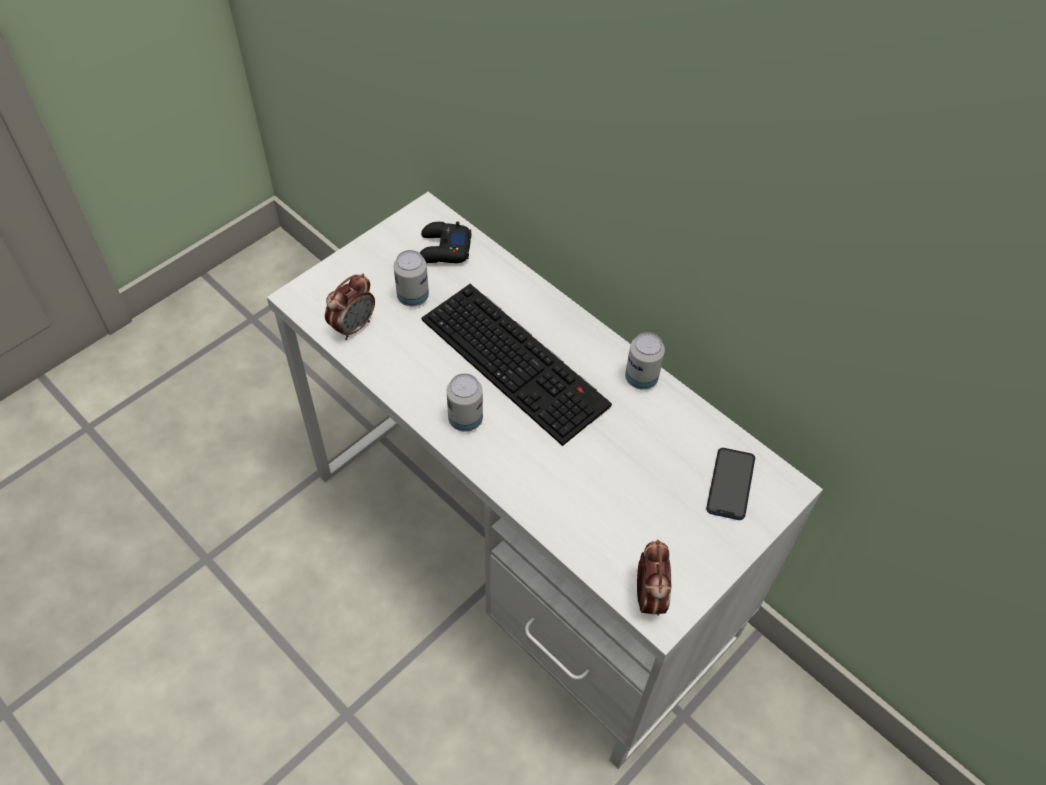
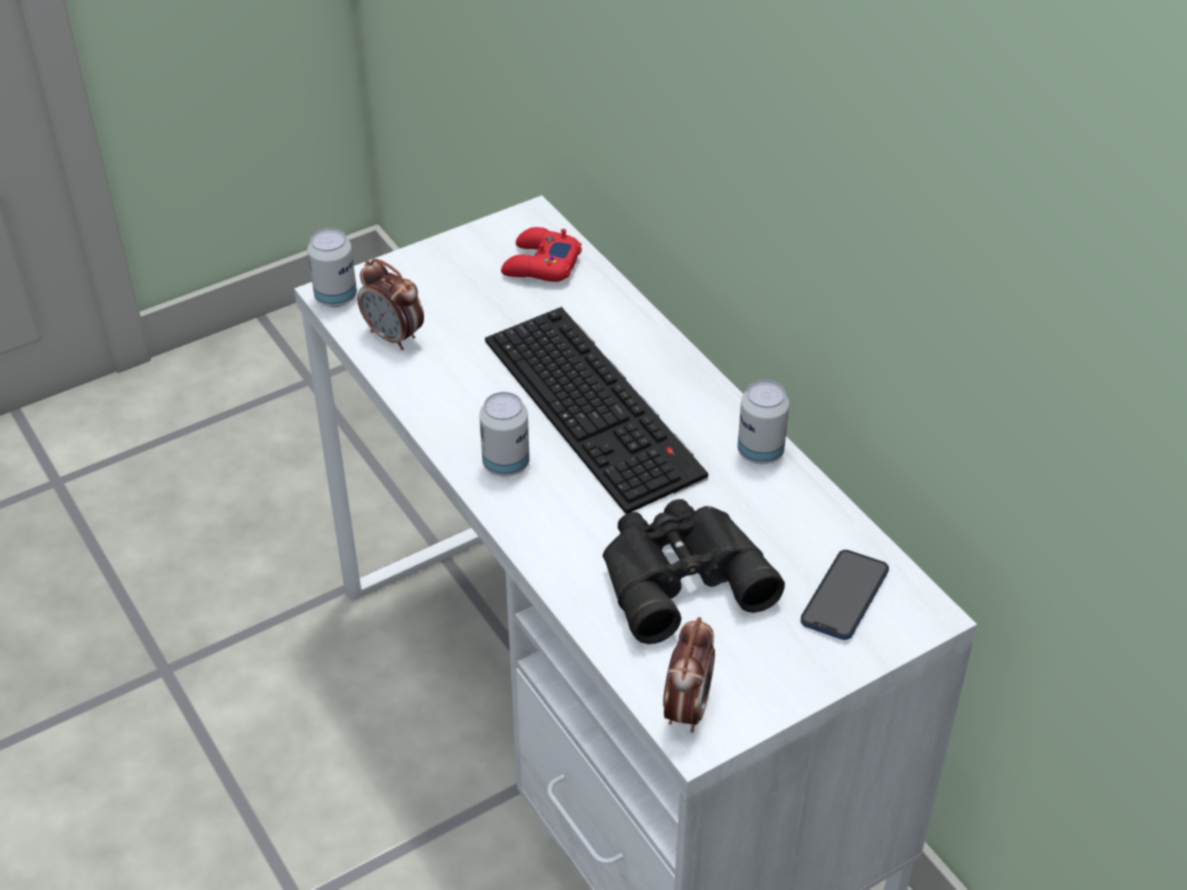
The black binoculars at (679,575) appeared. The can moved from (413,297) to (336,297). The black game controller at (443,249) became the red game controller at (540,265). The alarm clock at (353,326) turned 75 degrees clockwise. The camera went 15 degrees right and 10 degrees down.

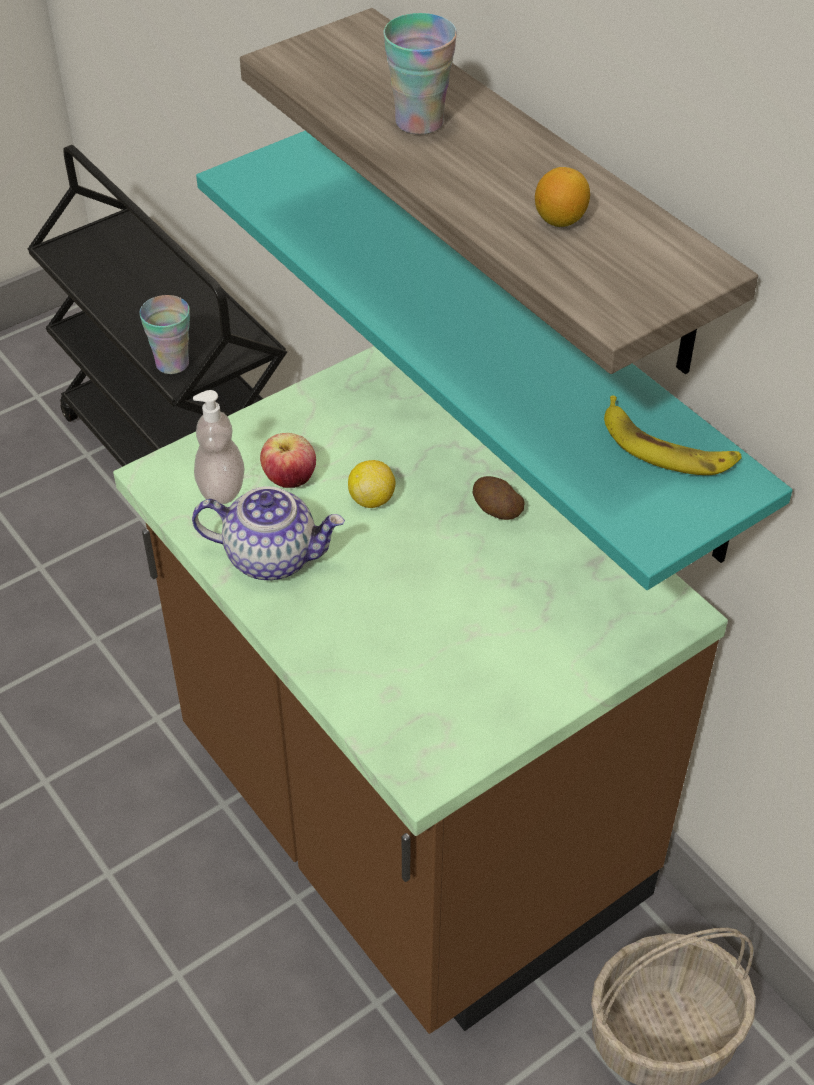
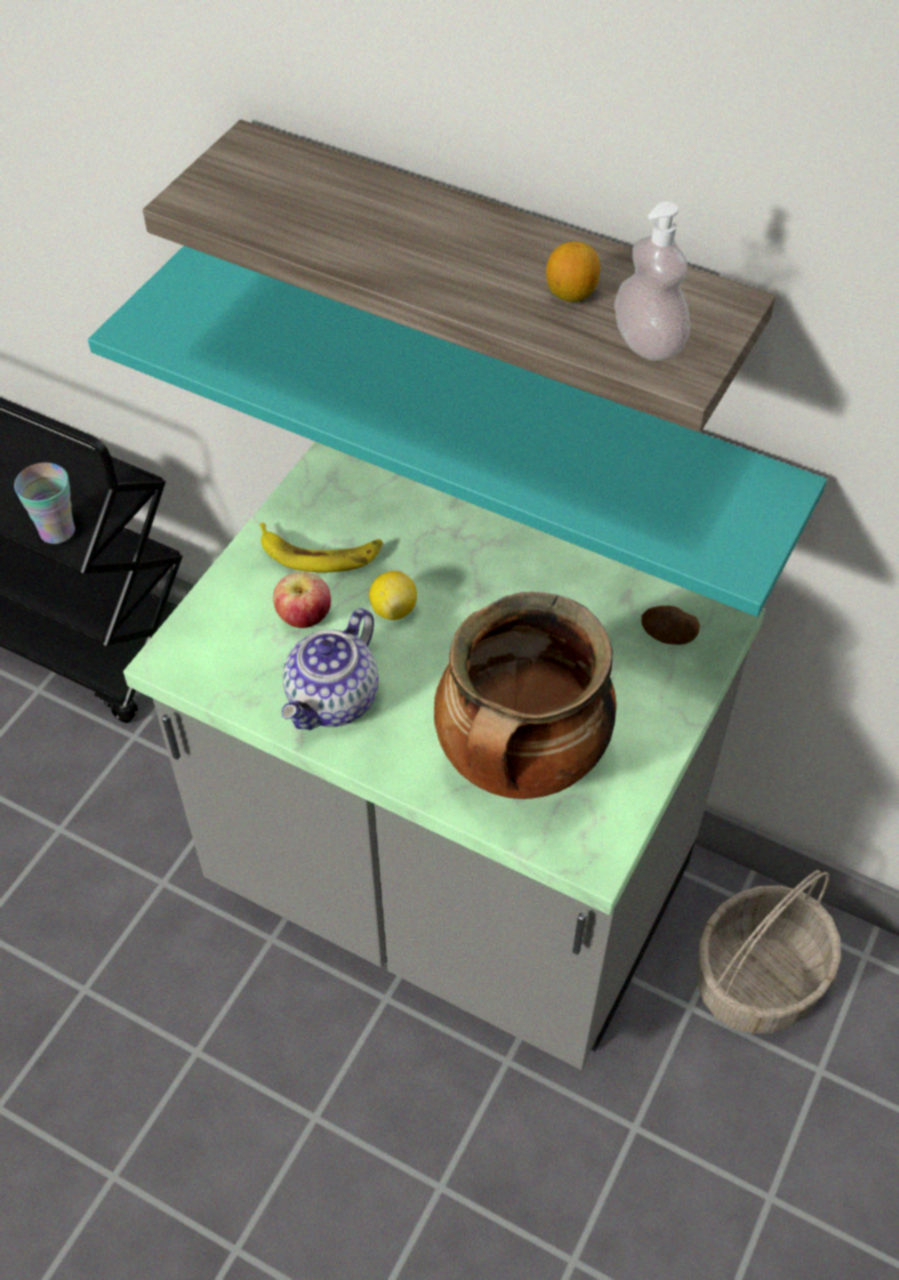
The cup at (419,122) disappeared. The cooking pot at (521,766) appeared. The soap dispenser moved from (221,489) to (648,343). The potato moved from (496,510) to (668,636). The banana moved from (666,447) to (320,553). The brown counter at (407,823) became the grey counter at (449,886). The teapot at (272,556) turned 135 degrees clockwise. The camera went 25 degrees left and 5 degrees up.

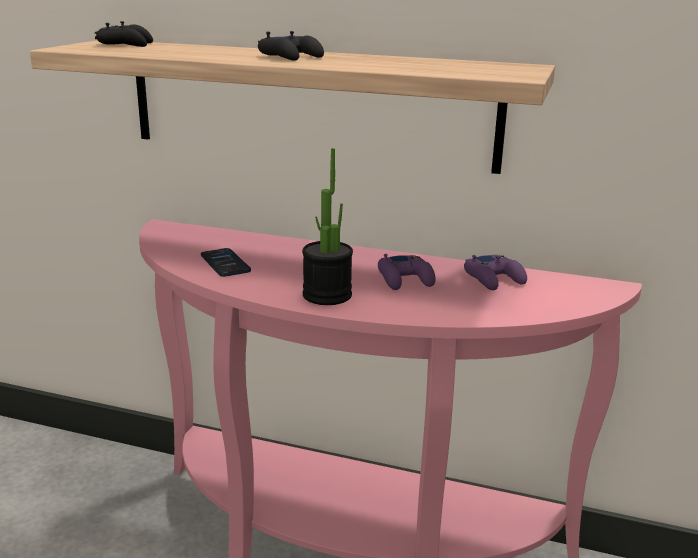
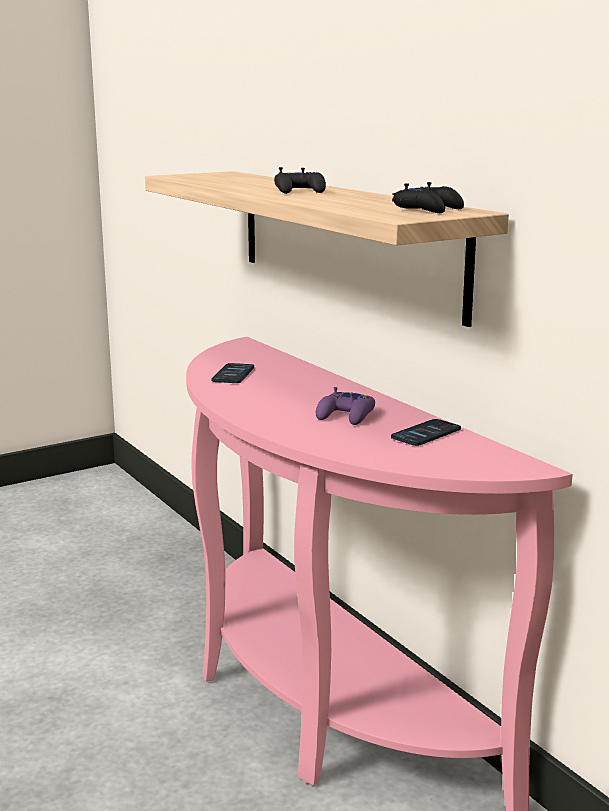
The potted plant at (327,295) disappeared. The black game controller moved from (126,44) to (428,209). The purple game controller at (494,279) was replaced by the phone at (426,434). The camera went 40 degrees right and 5 degrees down.

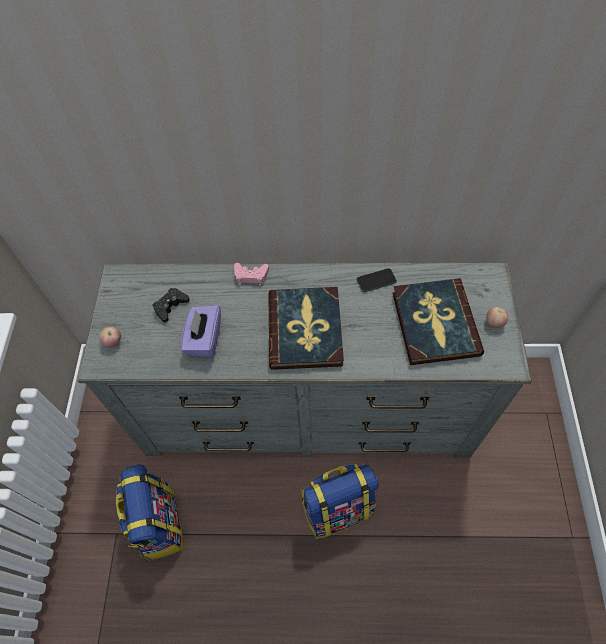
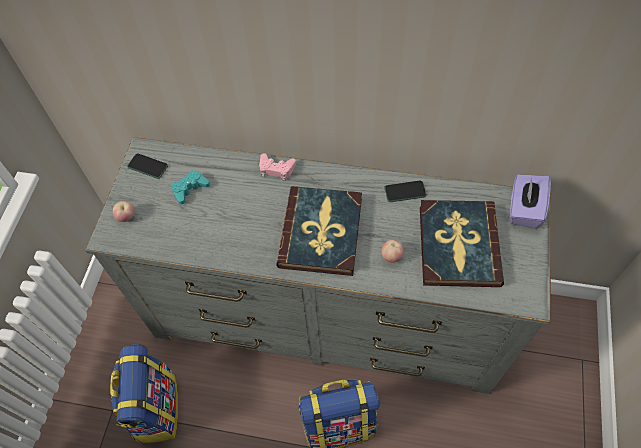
The phone at (148,166) appeared. The purple tissue box moved from (204,339) to (524,209). The apple moved from (494,323) to (391,256). The black game controller at (171,306) became the turquoise game controller at (190,189). The camera went 10 degrees right and 0 degrees up.

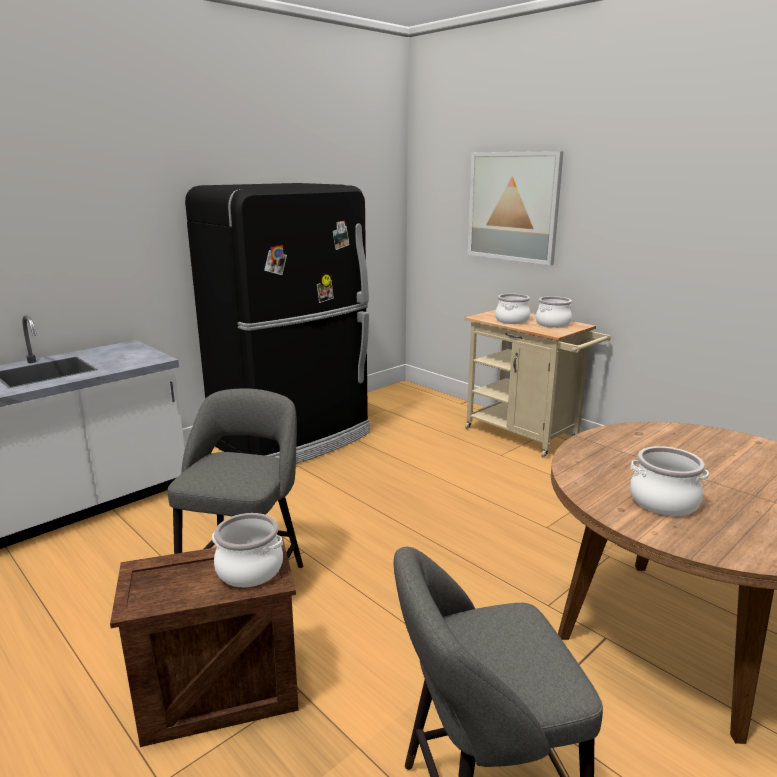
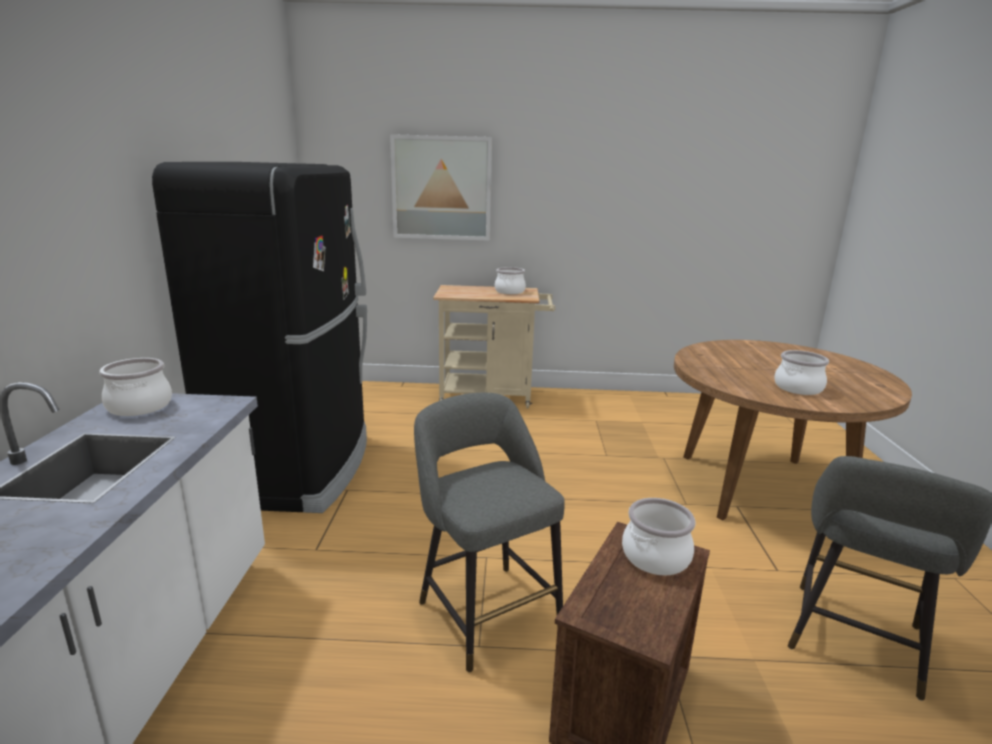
The cooking pot moved from (511,320) to (139,406). The camera went 45 degrees left and 0 degrees up.

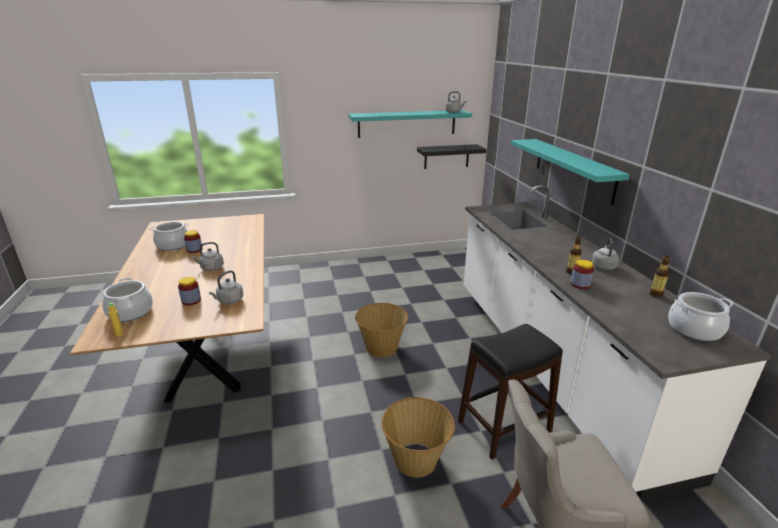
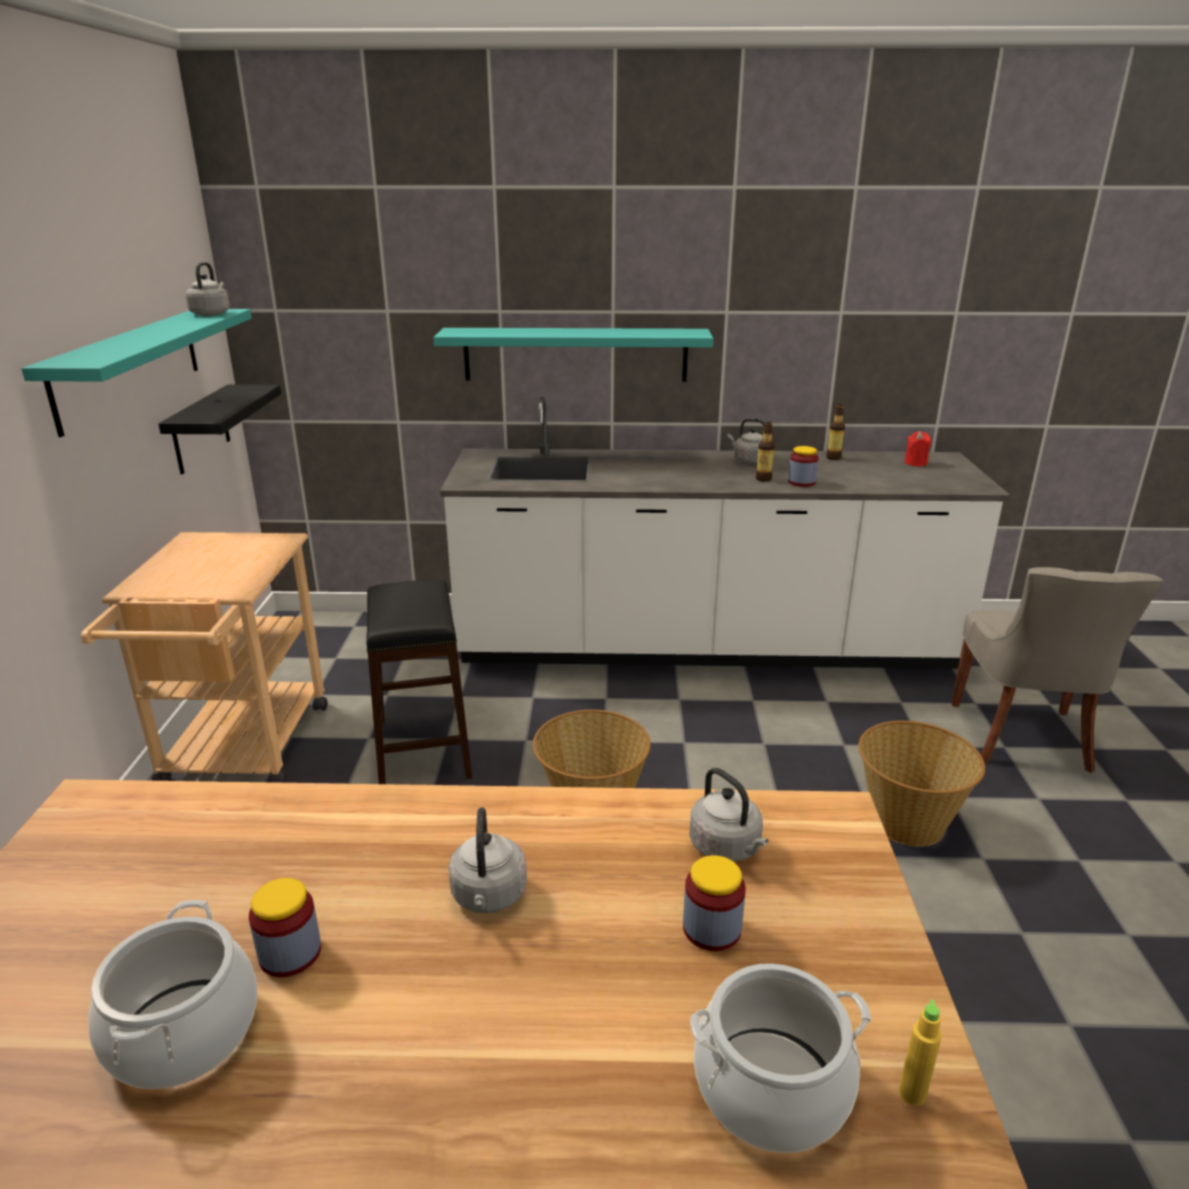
The beige cart at (241,753) appeared. The black stool moved from (505,426) to (424,747). The cooking pot at (694,329) was replaced by the red candle at (915,463). The camera went 75 degrees left and 0 degrees up.

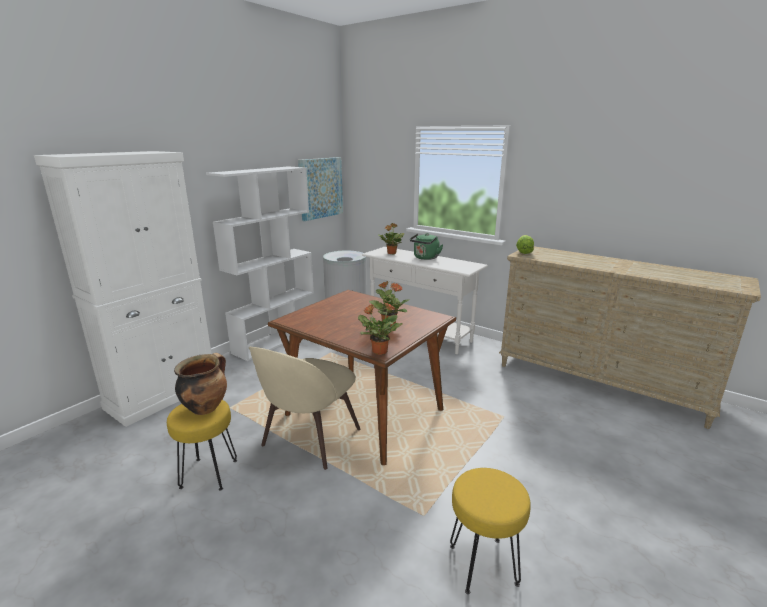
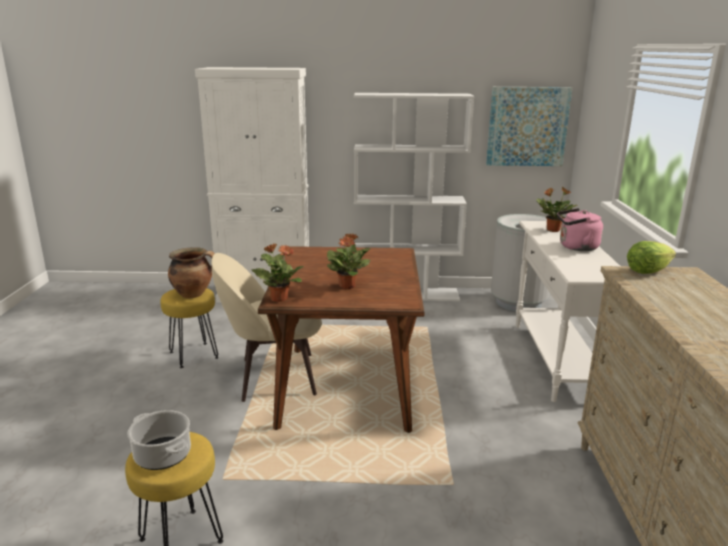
The cooking pot at (163,455) appeared. The green kettle at (425,258) became the pink kettle at (576,247). The camera went 55 degrees right and 0 degrees up.

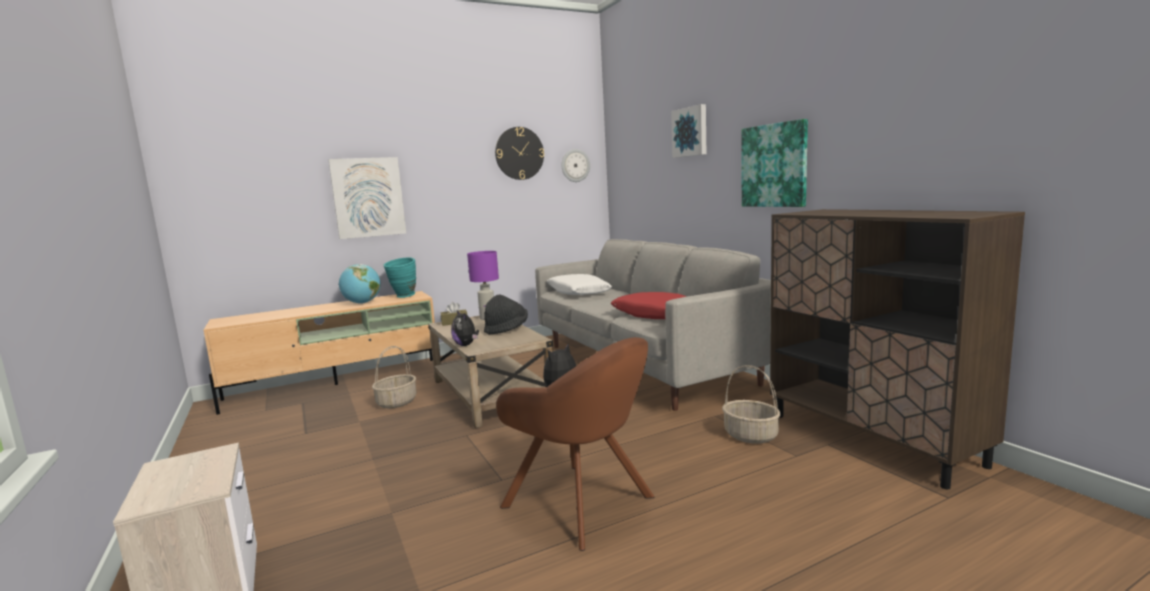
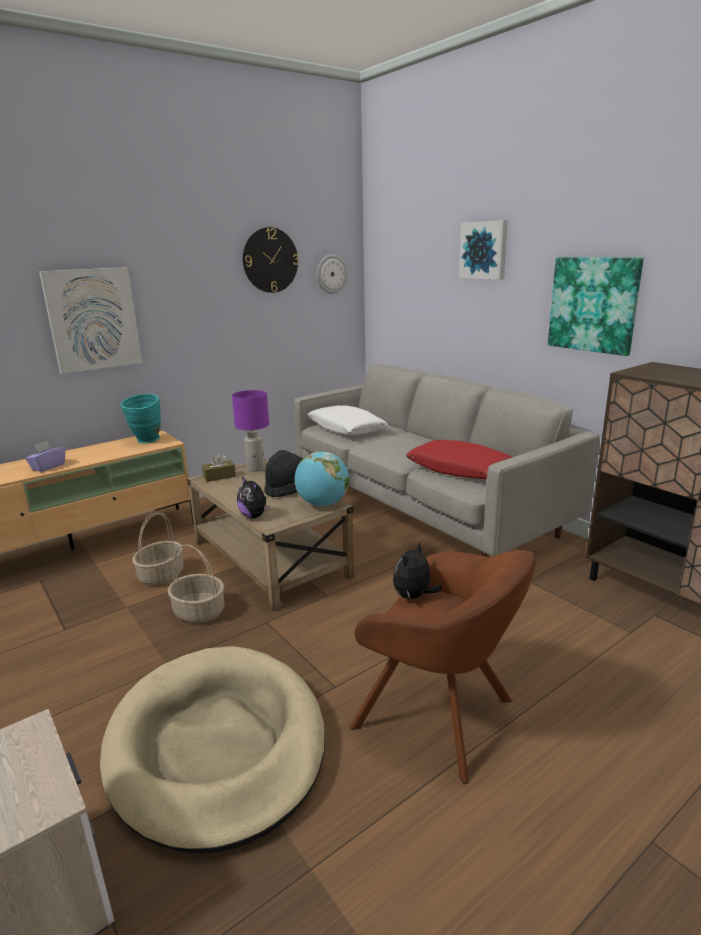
The purple tissue box at (48,467) appeared. The beige dog bed at (217,746) appeared. The globe moved from (362,303) to (323,504). The basket moved from (750,435) to (198,612). The camera went 10 degrees left and 10 degrees up.

